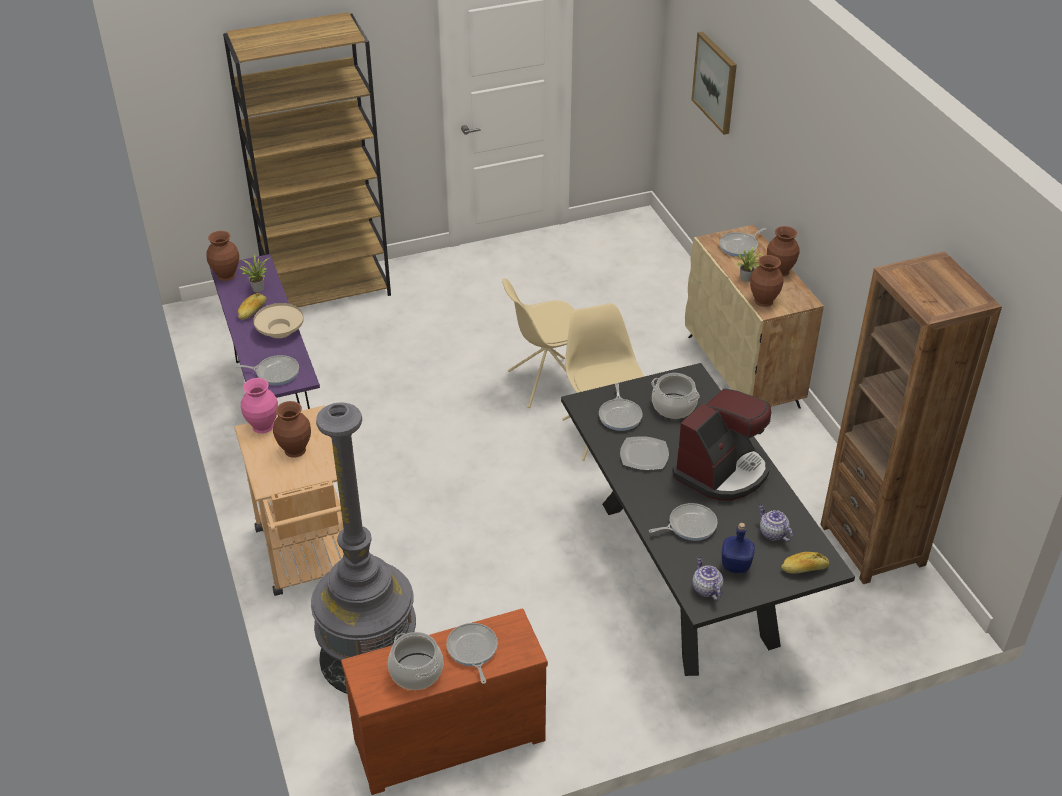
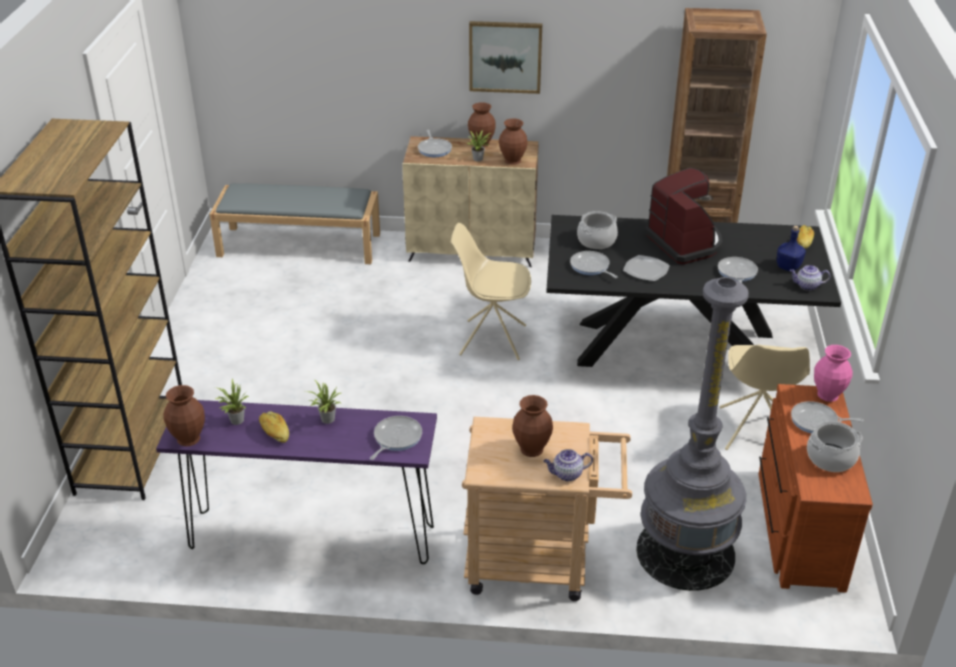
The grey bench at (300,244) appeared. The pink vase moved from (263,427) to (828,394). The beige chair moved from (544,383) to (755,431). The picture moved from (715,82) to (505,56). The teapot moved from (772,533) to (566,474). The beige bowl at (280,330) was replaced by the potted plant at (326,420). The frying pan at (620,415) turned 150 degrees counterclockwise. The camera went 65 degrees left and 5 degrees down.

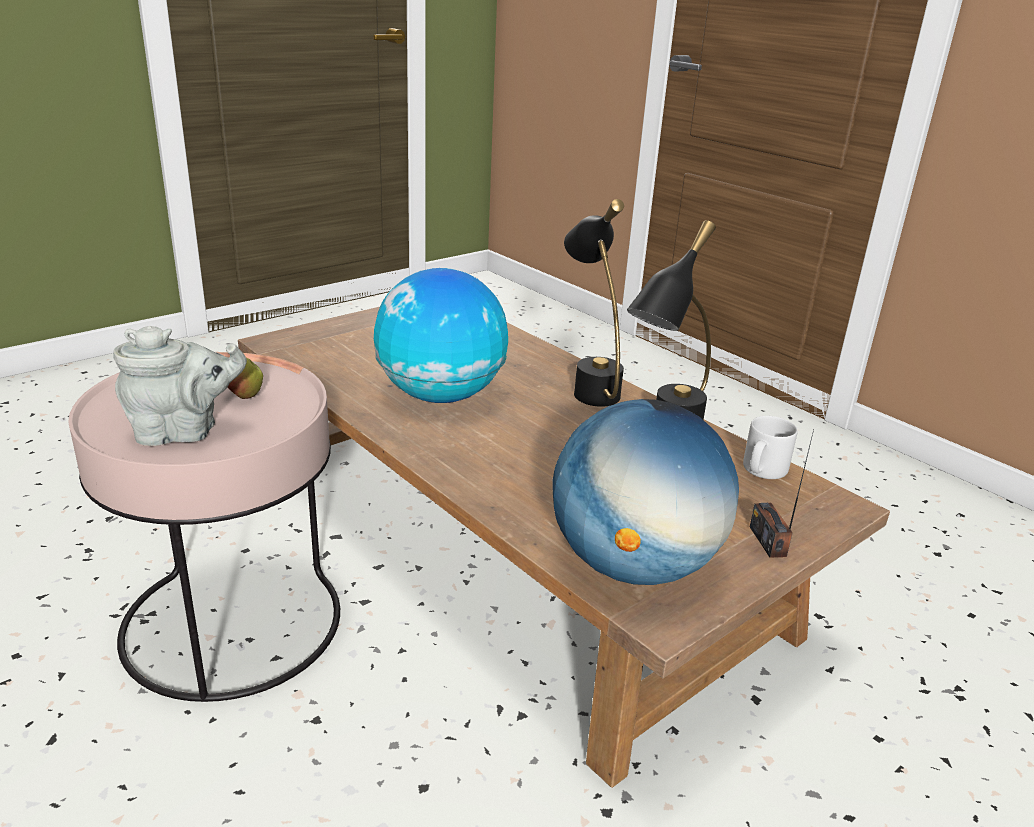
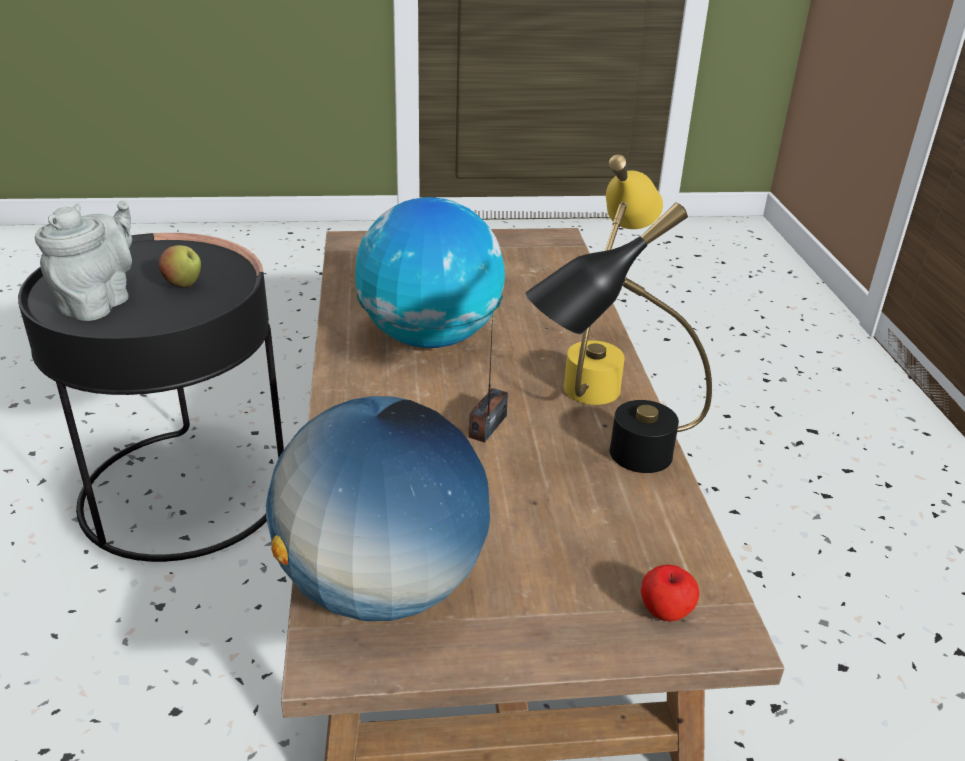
The grey mug at (762,470) disappeared. The apple at (666,611) appeared. The radio moved from (768,541) to (488,426). The pink side table at (231,623) became the black side table at (183,492). The black table lamp at (590,385) became the yellow table lamp at (599,375). The grey teapot at (183,432) turned 90 degrees counterclockwise. The camera went 35 degrees right and 5 degrees up.

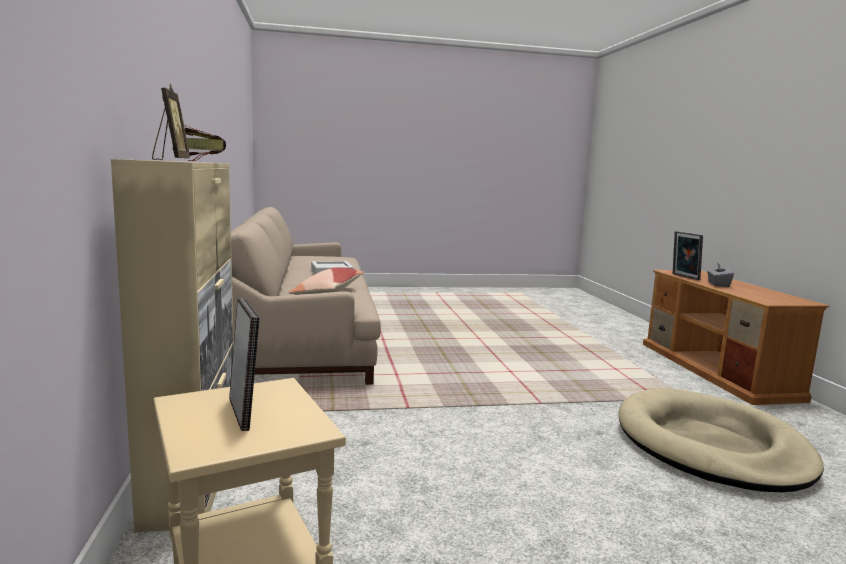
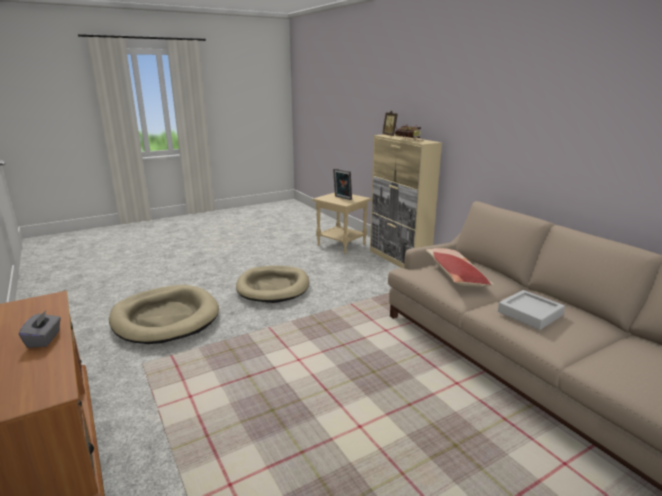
The picture frame at (684,277) disappeared. The beige dog bed at (273,287) appeared. The camera went 160 degrees right and 10 degrees up.

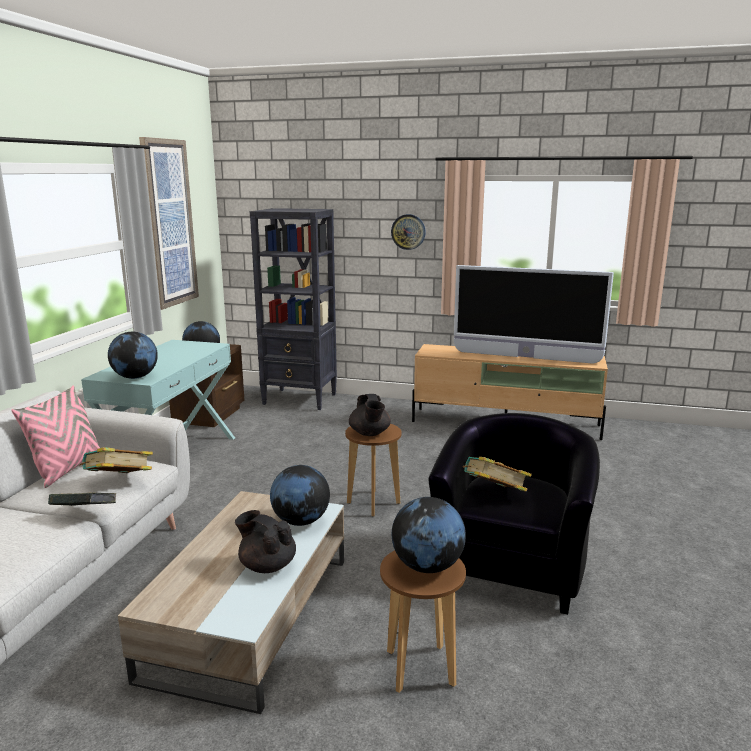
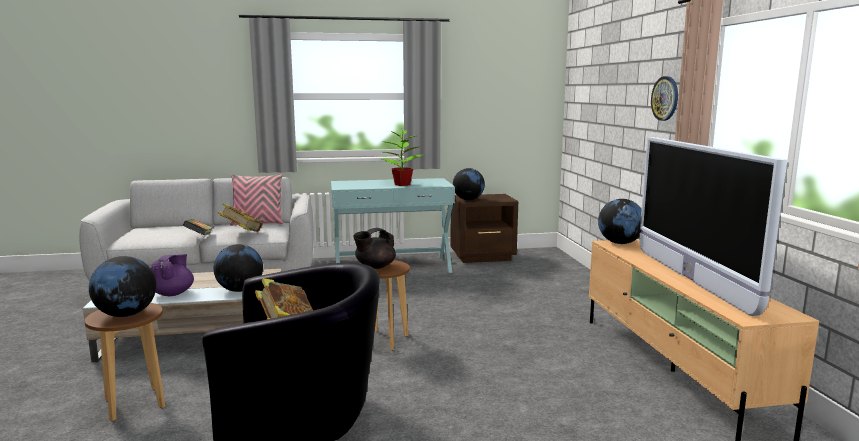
The picture at (169,223) disappeared. The black bookcase at (300,399) disappeared. The potted plant at (401,184) appeared. The globe moved from (135,377) to (619,243). The black teapot at (267,565) became the purple teapot at (173,293). The camera went 65 degrees right and 5 degrees down.

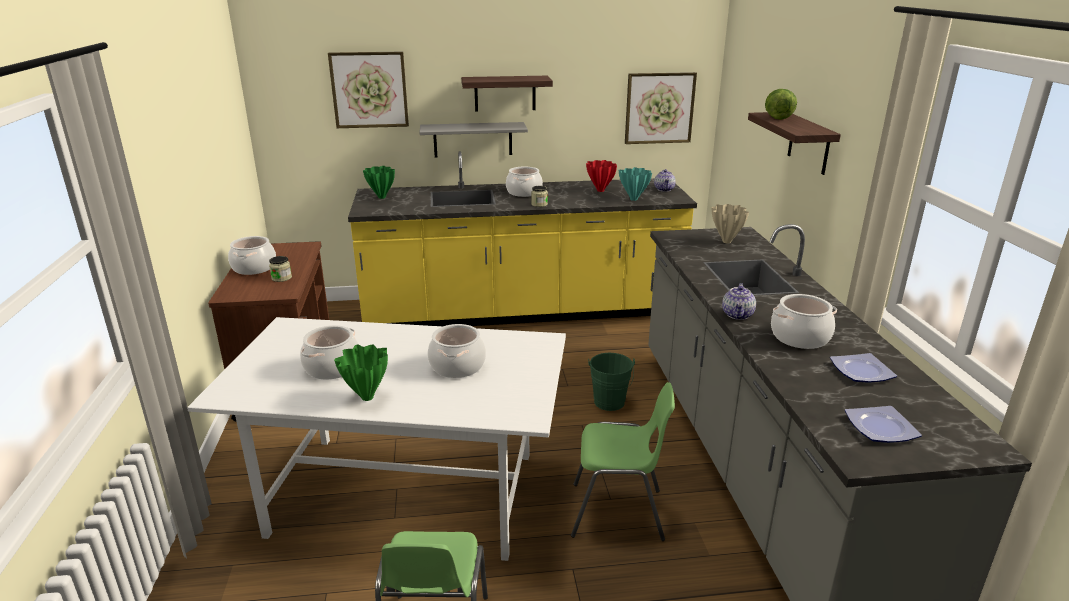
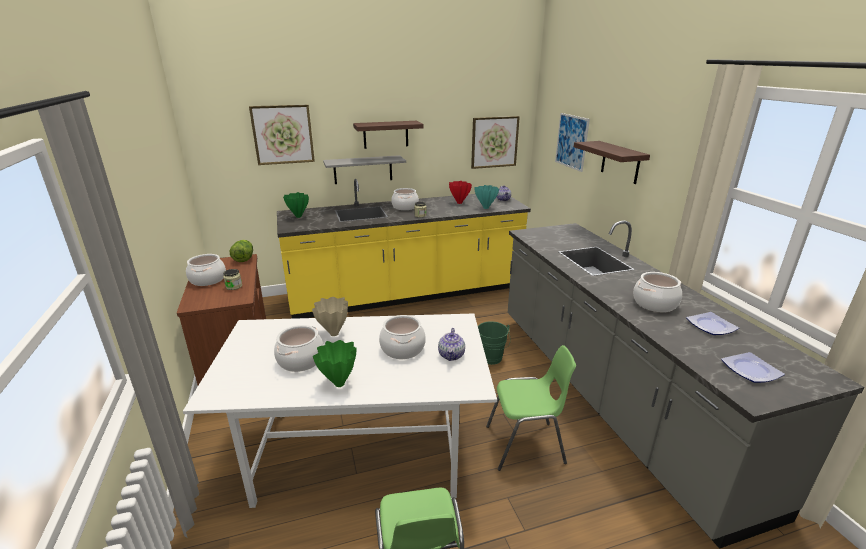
The picture at (571,141) appeared. The beige vase moved from (726,241) to (334,333). The teapot moved from (738,315) to (451,355). The lettuce moved from (776,117) to (244,258). The camera went 10 degrees left and 0 degrees up.

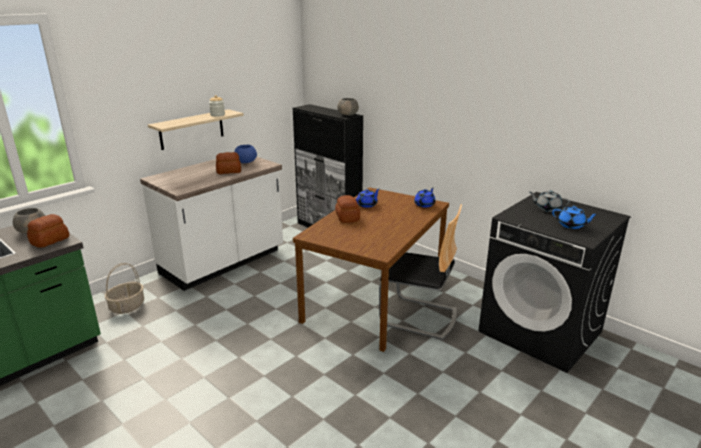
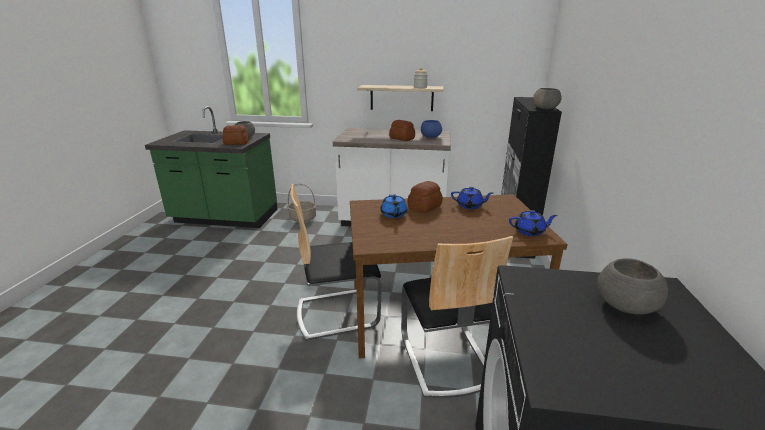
The chair at (337,312) appeared. The blue teapot moved from (571,225) to (393,214). The grey teapot at (547,208) was replaced by the grey bowl at (624,305). The camera went 55 degrees right and 0 degrees up.

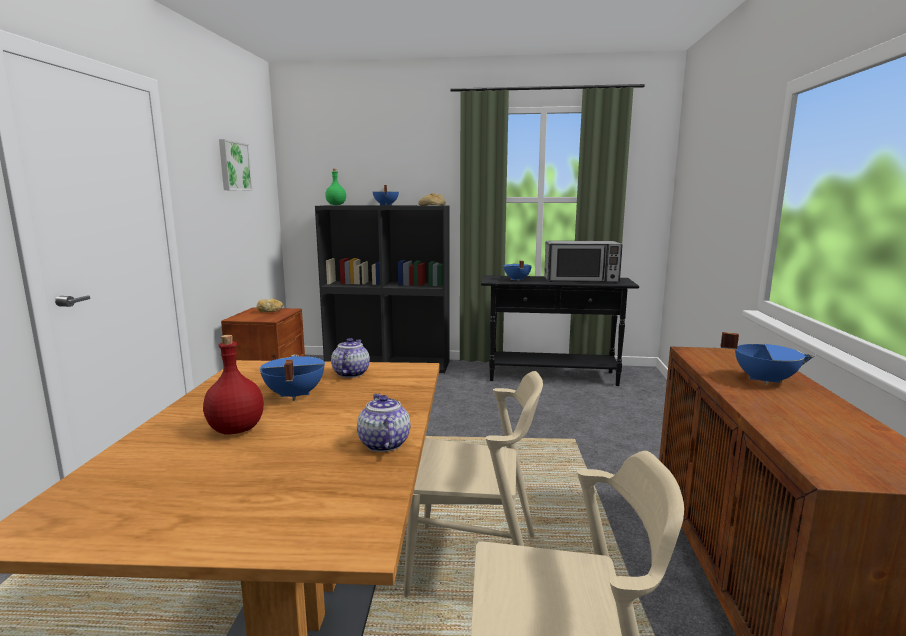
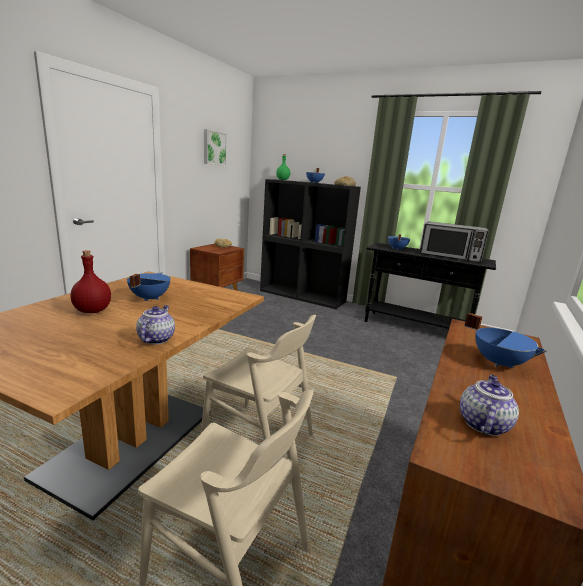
The teapot moved from (351,373) to (482,423). The camera went 20 degrees right and 5 degrees up.

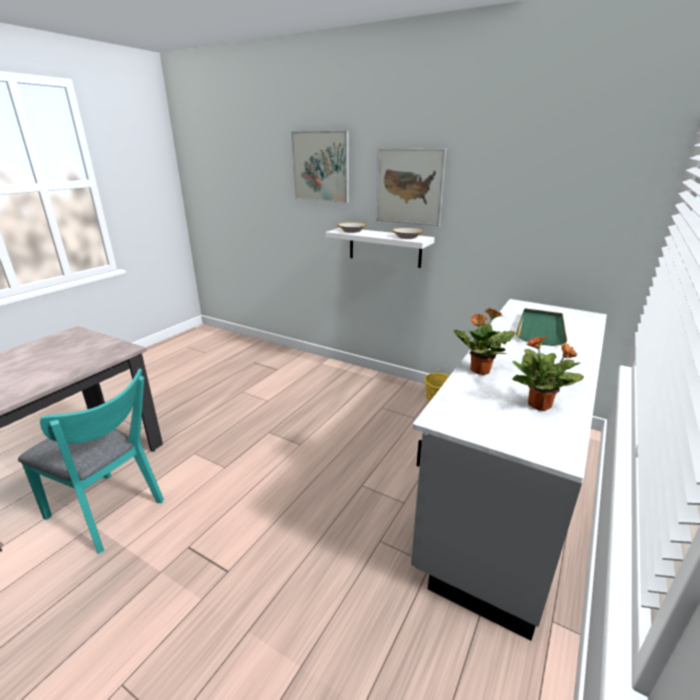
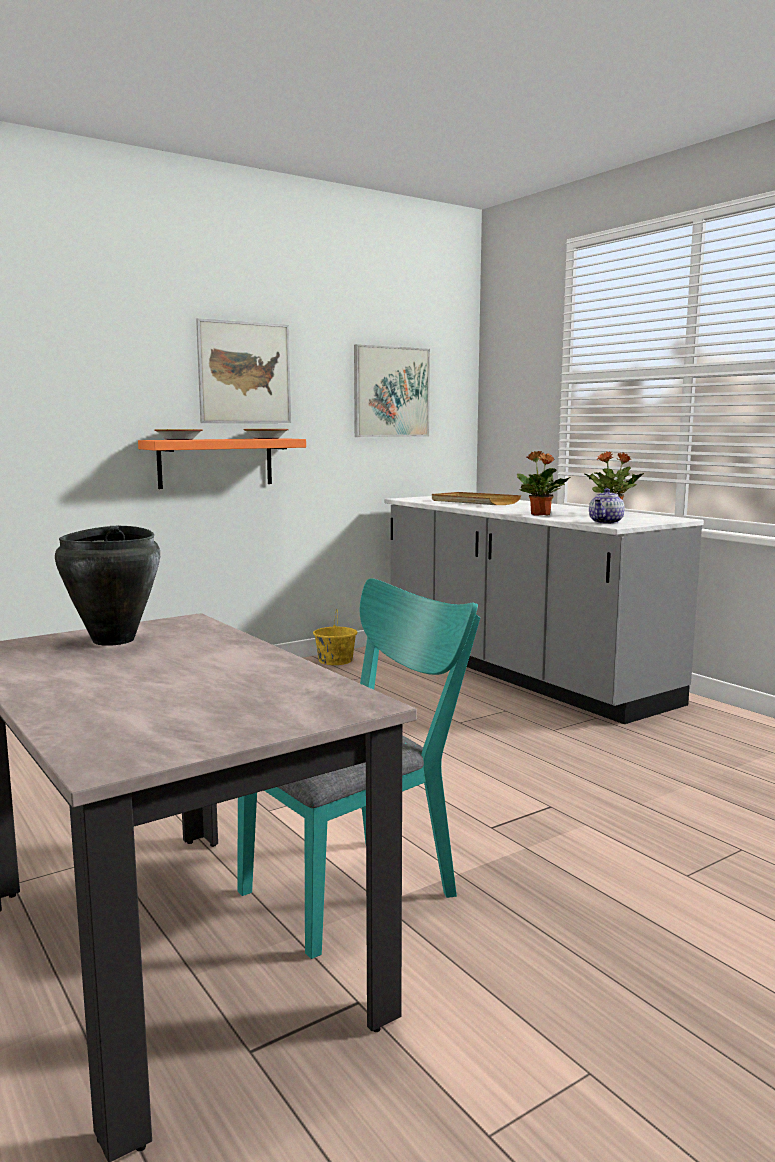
The black cooking pot at (114,640) appeared. The teapot at (606,522) appeared. The picture moved from (321,167) to (391,392). The white shelf at (384,247) became the orange shelf at (216,462). The green tray at (540,329) became the beige tray at (474,502). The camera went 65 degrees left and 15 degrees down.

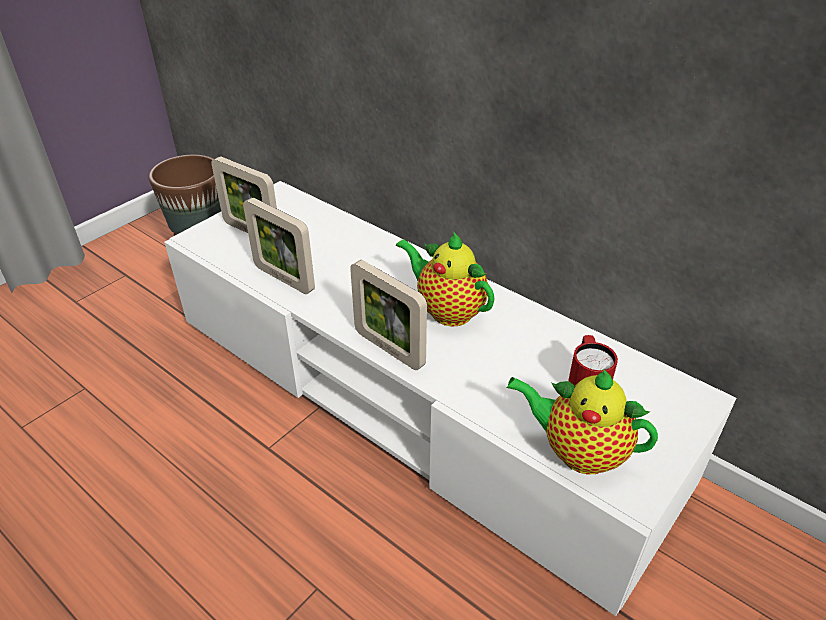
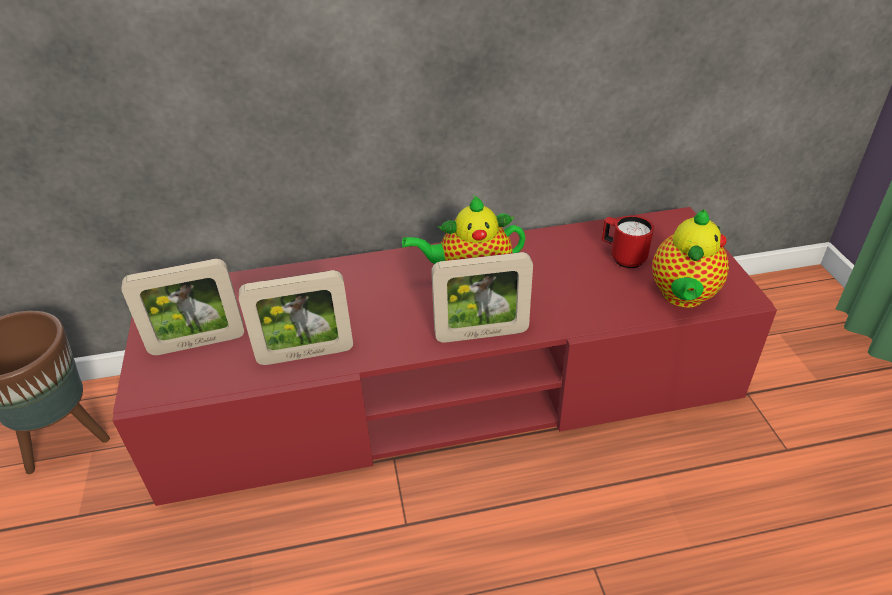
The white tv stand at (413,397) became the red tv stand at (449,389). The teapot at (577,452) turned 45 degrees counterclockwise. The camera went 50 degrees left and 0 degrees up.

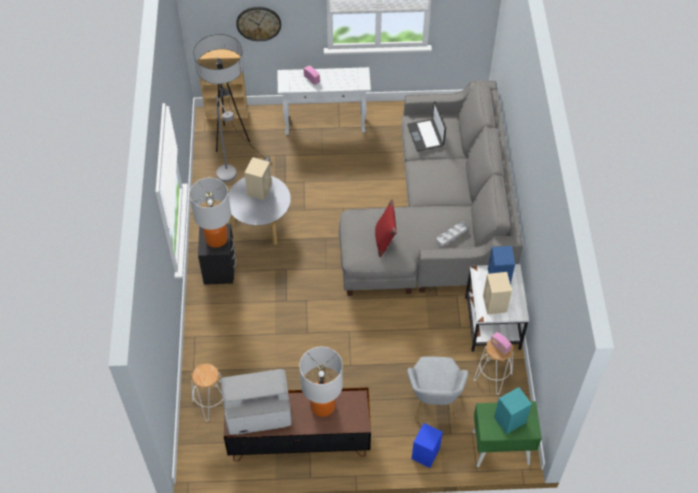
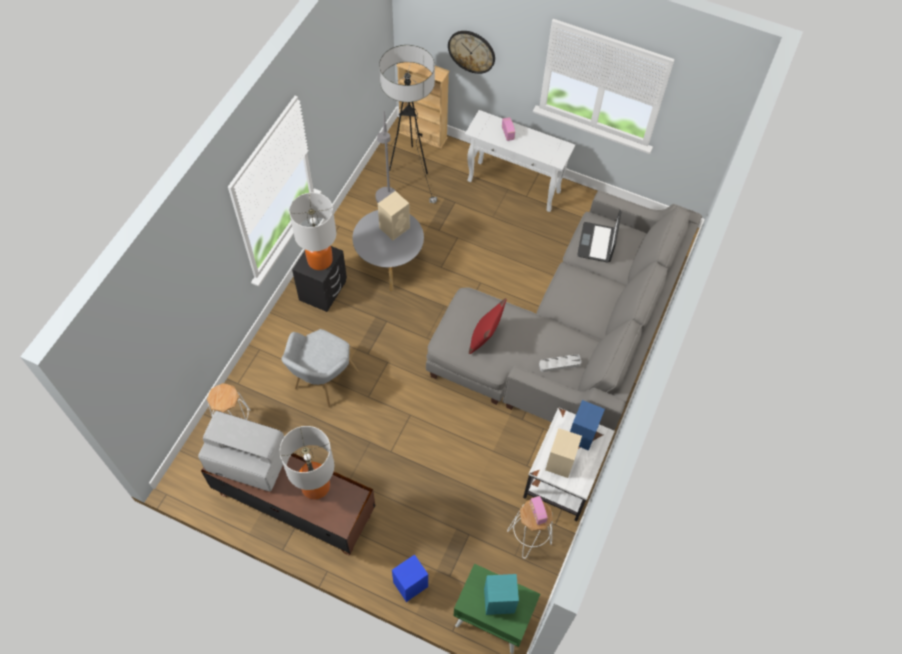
The grey armchair moved from (433,404) to (322,382). The camera went 25 degrees right and 5 degrees up.

